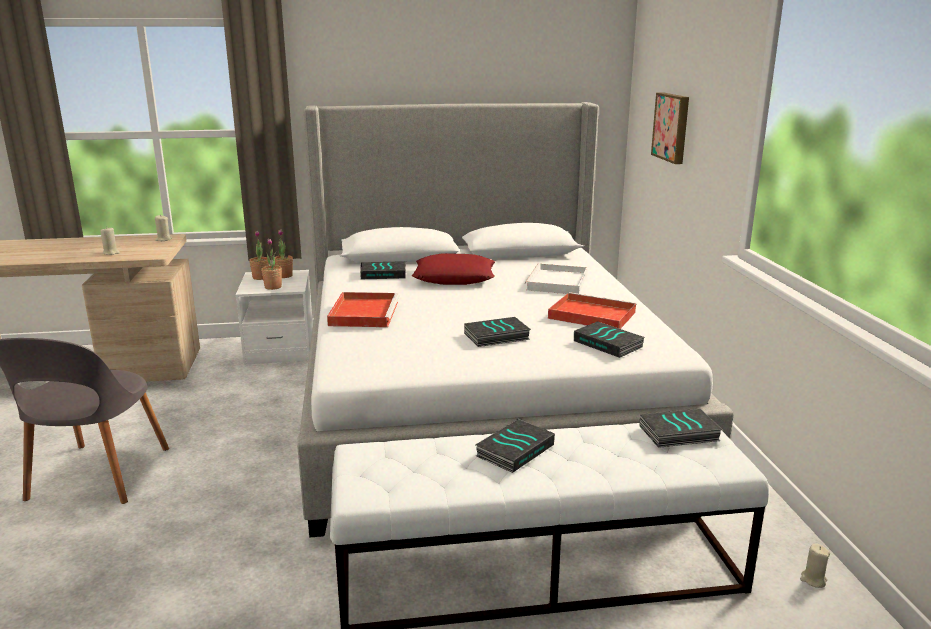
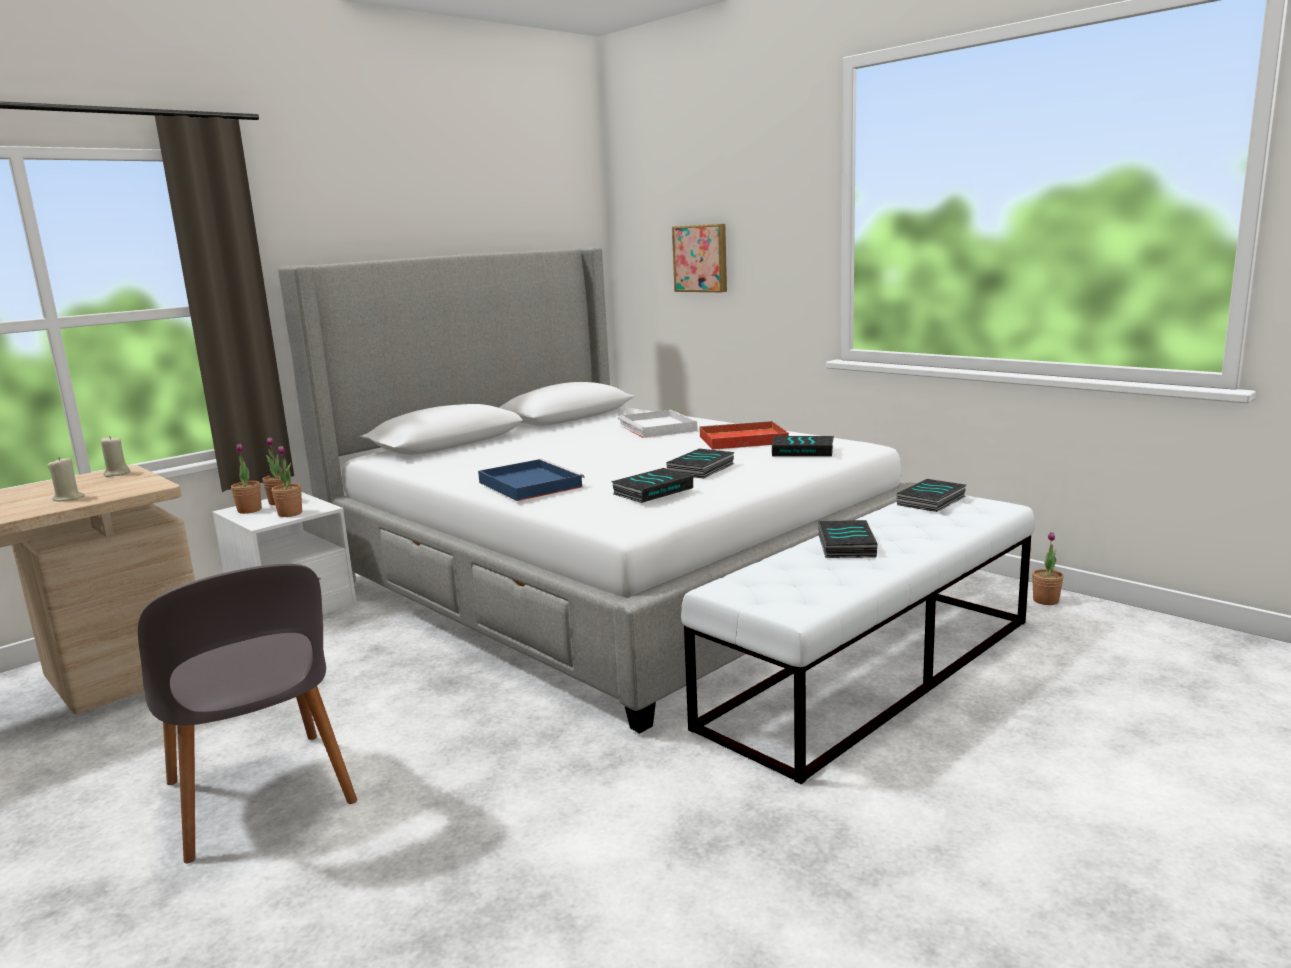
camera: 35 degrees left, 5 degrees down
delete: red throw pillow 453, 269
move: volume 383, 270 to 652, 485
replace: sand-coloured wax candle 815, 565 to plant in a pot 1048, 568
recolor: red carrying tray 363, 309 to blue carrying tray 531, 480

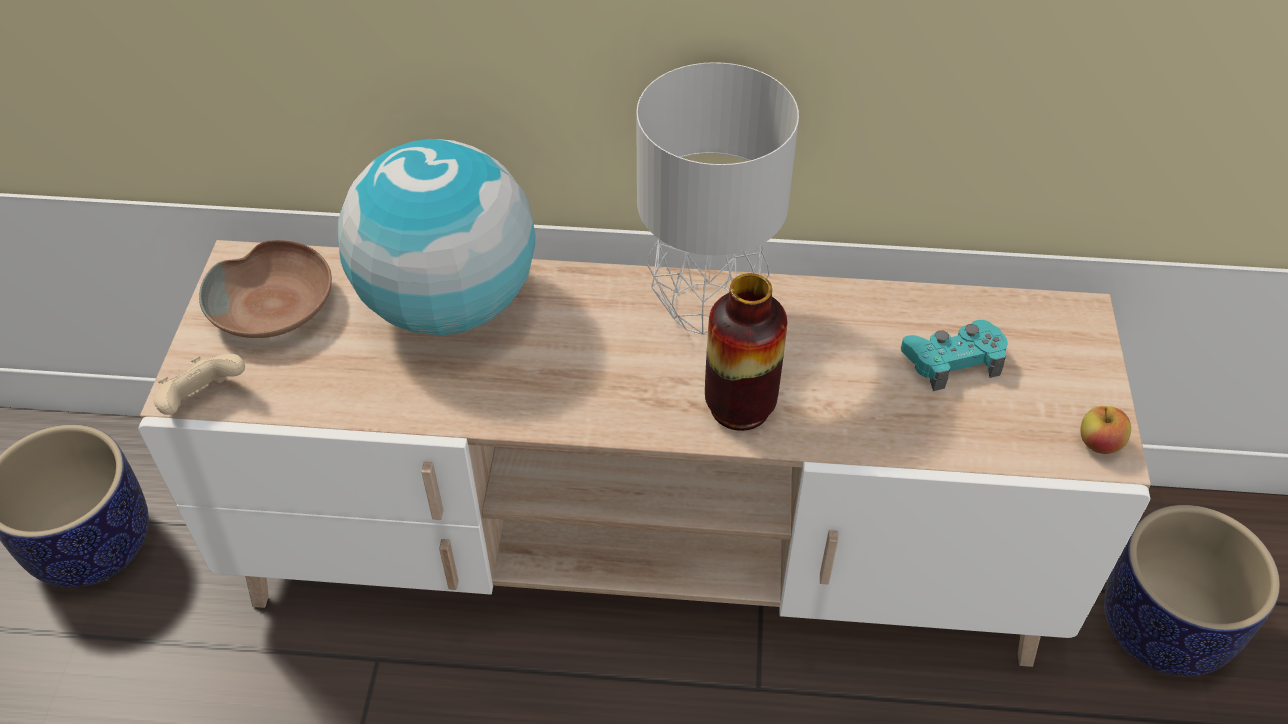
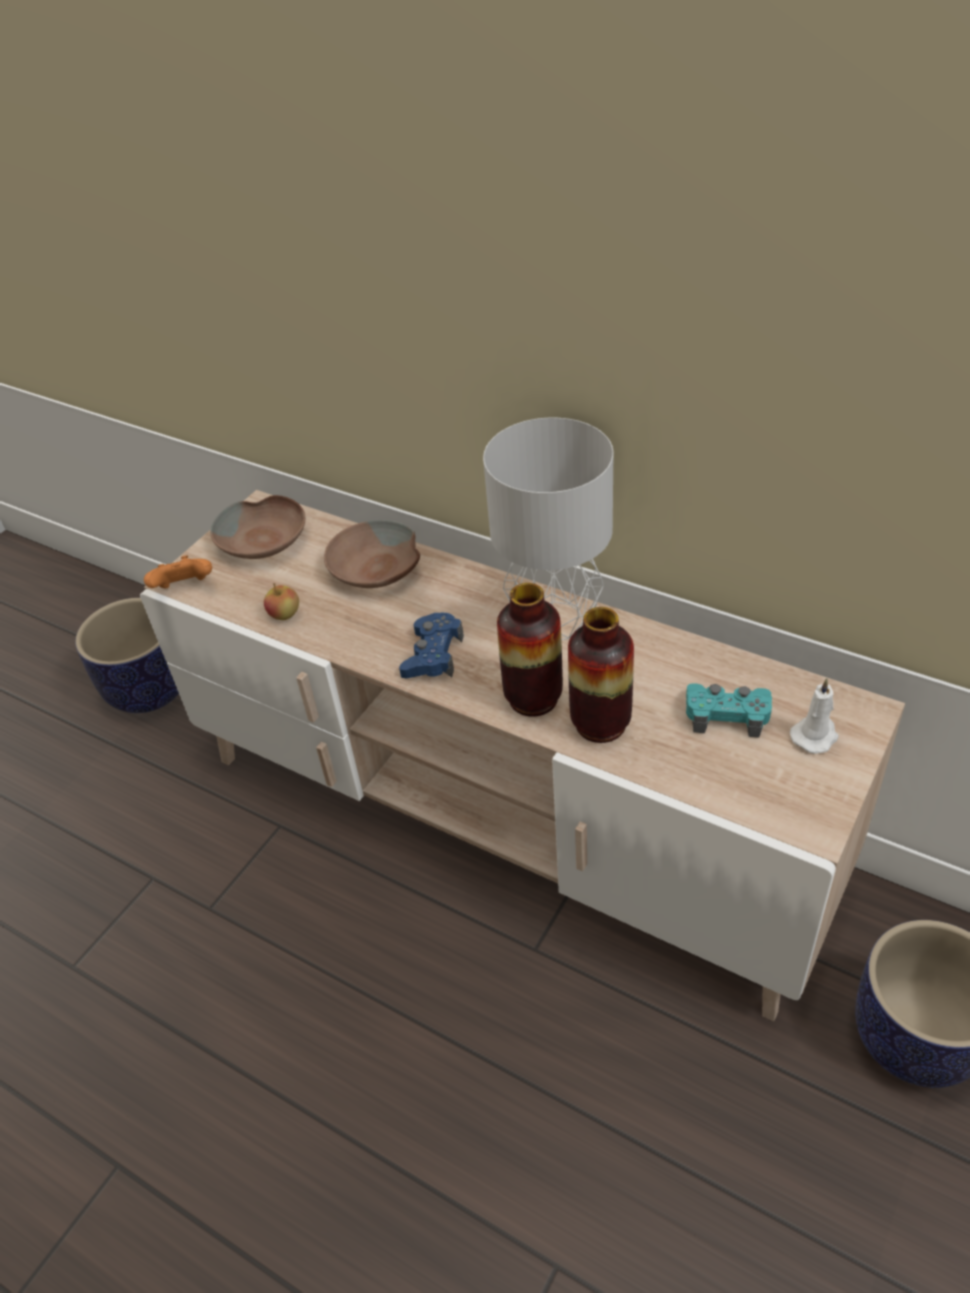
camera: 30 degrees right, 5 degrees down
insert: vase 601, 675; blue game controller 431, 645; white-coloured wax candle 814, 716
move: apple fruit 1105, 430 to 281, 601
replace: world globe 436, 237 to brown-coloured serving bowl 372, 554
recolor: sand-coloured game controller 199, 384 to orangey game controller 178, 572

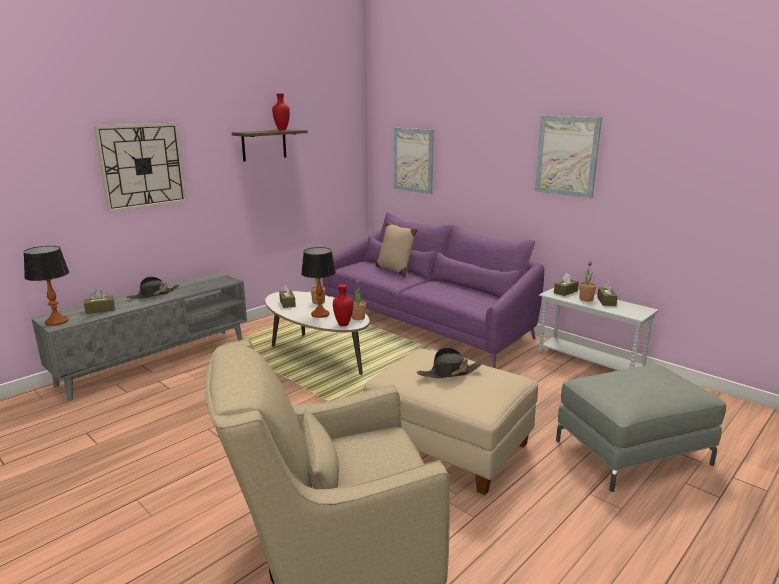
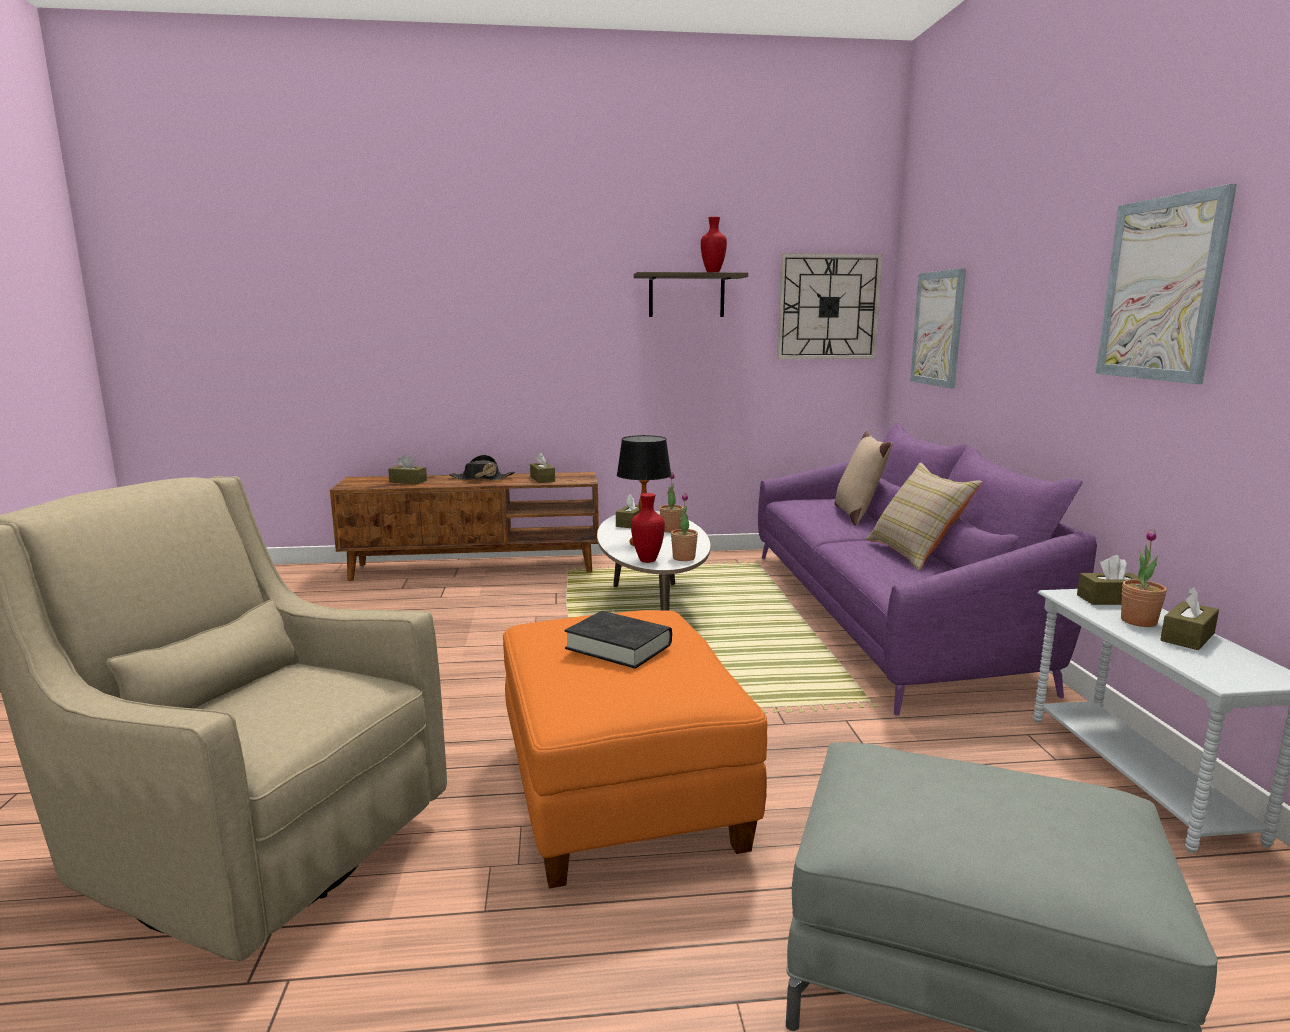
camera: 40 degrees right, 5 degrees down
delete: lamp for a table 46, 286
insert: brown-coloured tissue box 542, 467; sand-coloured throw pillow 924, 516
move: clock on the wall 140, 168 to 830, 306
replace: black-coloured clothing hat 449, 363 to black-coloured volume 618, 640
recolor: greyish tv stand 139, 337 to brown-coloured tv stand 464, 526; sand-coloured pouffe 451, 421 to orangey pouffe 635, 749

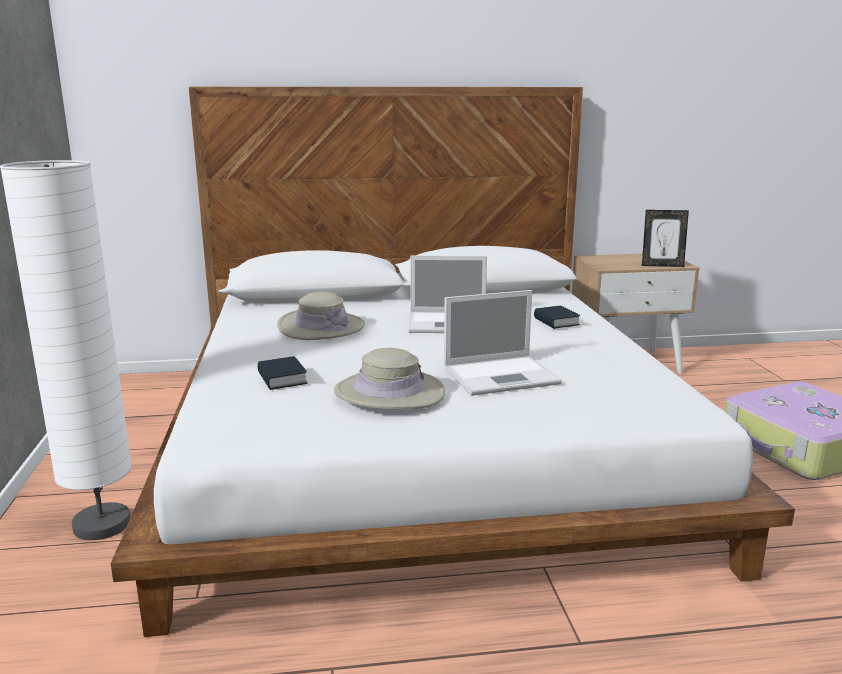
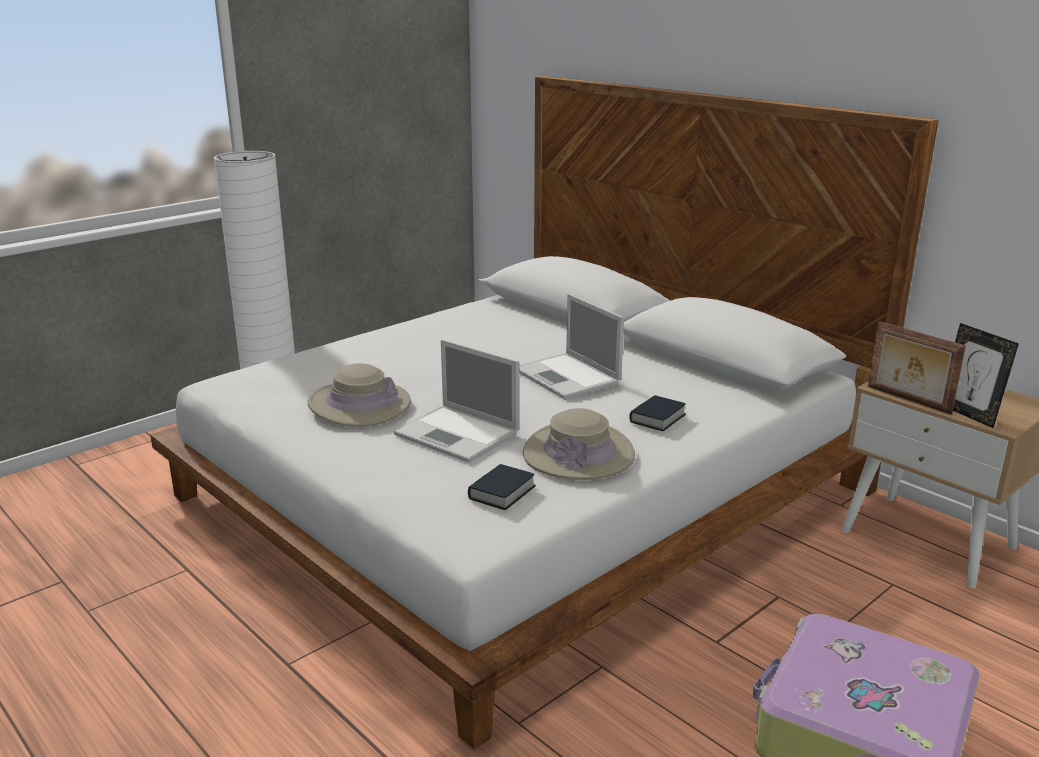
camera: 55 degrees right, 5 degrees up
insert: standing frame 917, 368
move: sand-coloured clothing hat 321, 316 to 579, 444; volume 282, 373 to 502, 487

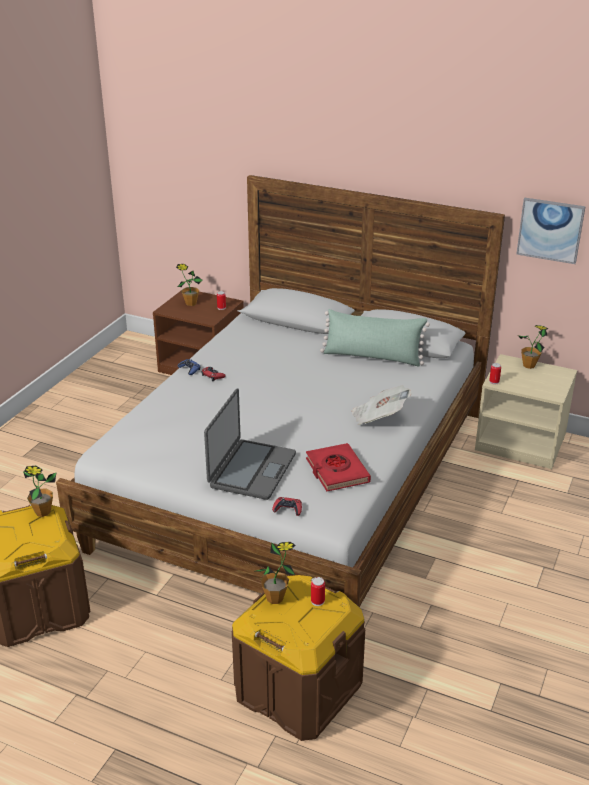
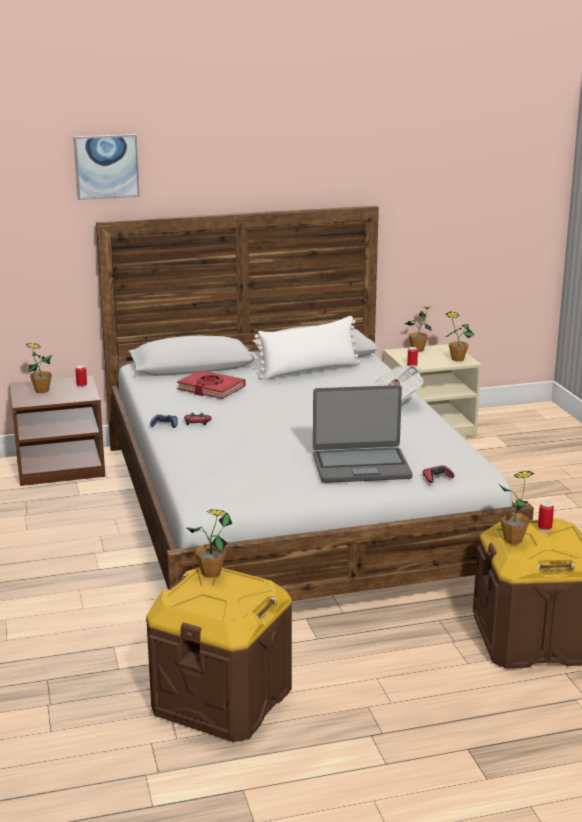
camera: 40 degrees left, 10 degrees down
insert: plant in a pot 460, 337
move: wall picture 551, 231 to 106, 167; red volume 338, 467 to 211, 384
recolor: green-coloured throw pillow 375, 337 to white-coloured throw pillow 307, 348
rotate: portable computer 250, 444 = 363, 434 105 degrees clockwise

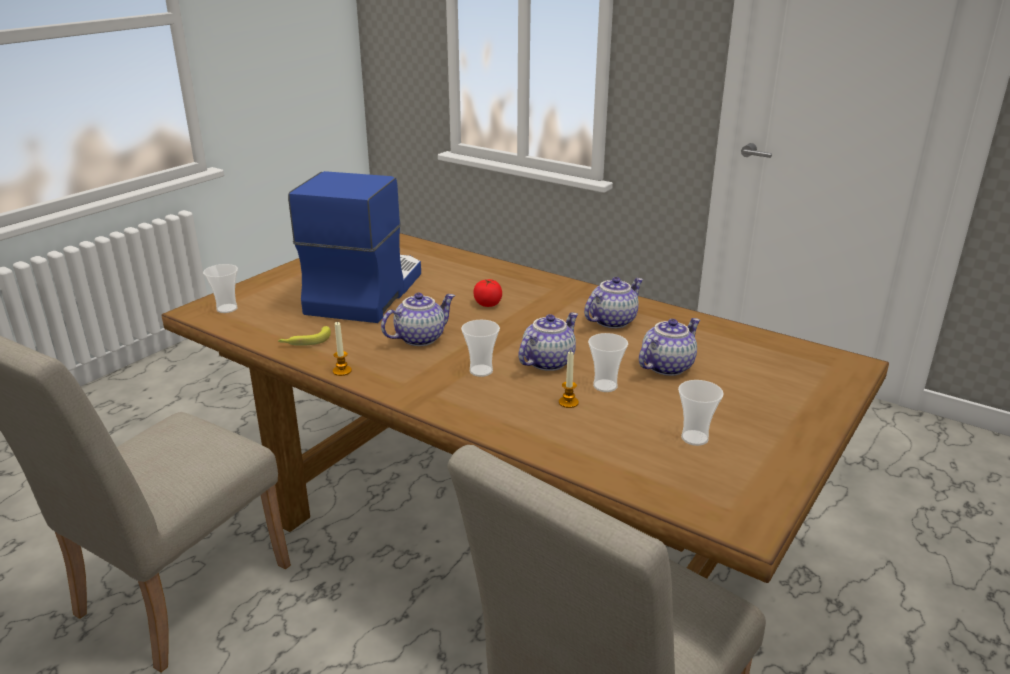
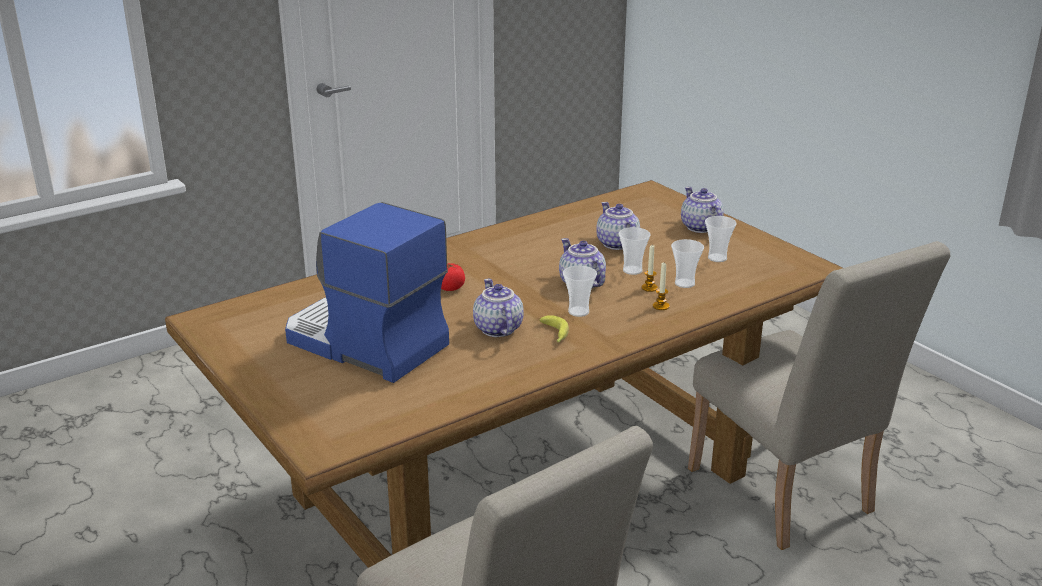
camera: 70 degrees left, 0 degrees up
move: small cup 220, 288 to 687, 263; teapot 613, 302 to 702, 210; wax candle 342, 349 to 661, 286; whole banana 304, 336 to 554, 329

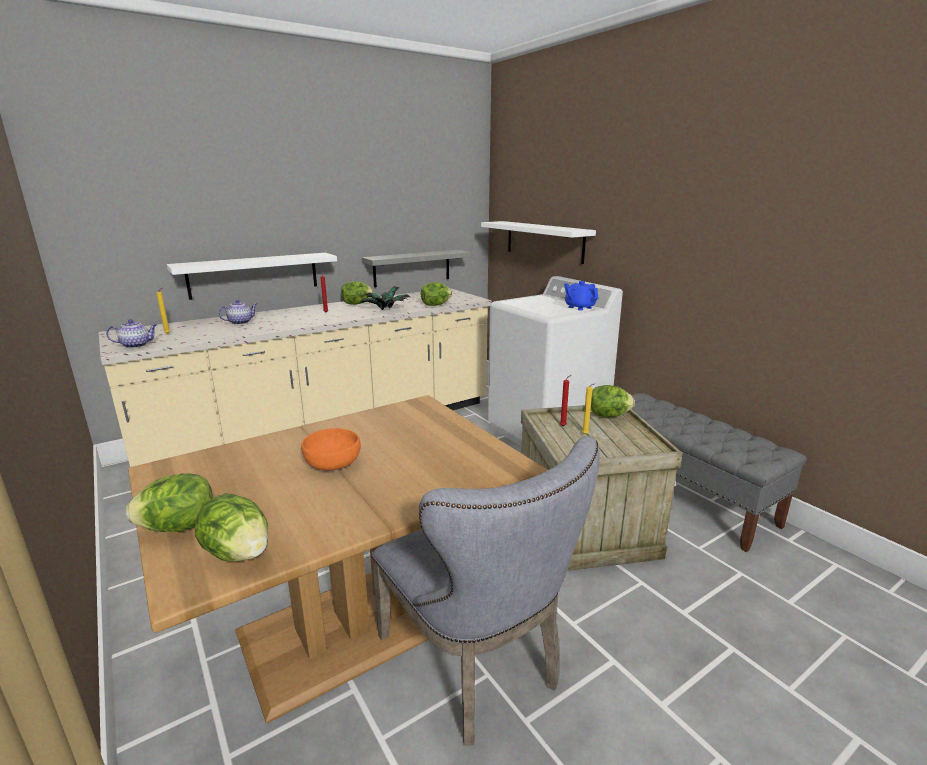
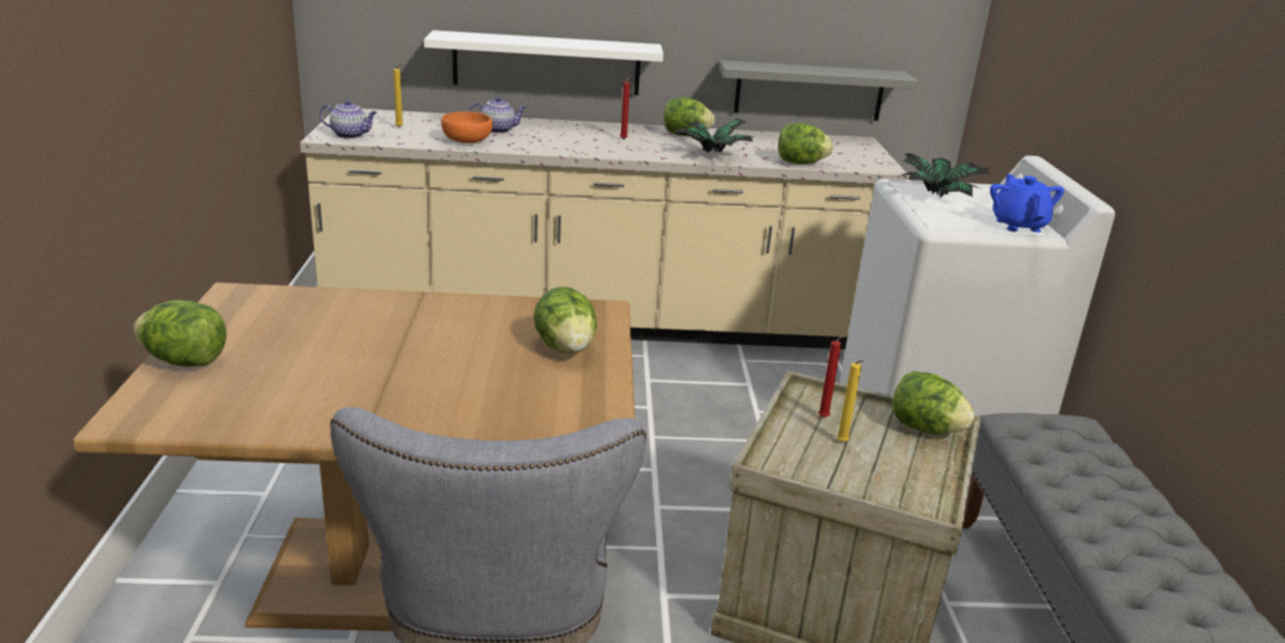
camera: 30 degrees right, 5 degrees up
delete: white-coloured bracket shelf 538, 242
insert: plant in a pot 946, 176
move: orangey serving bowl 331, 449 to 467, 127; lettuce head 231, 527 to 565, 319

